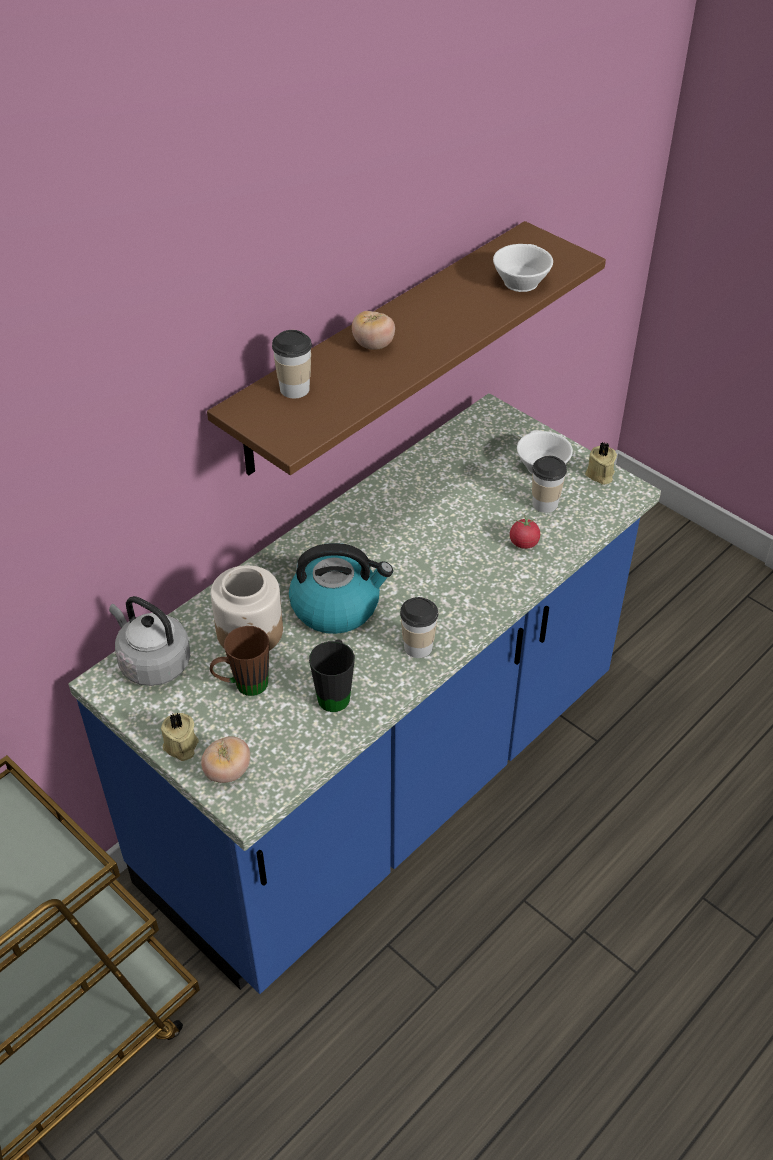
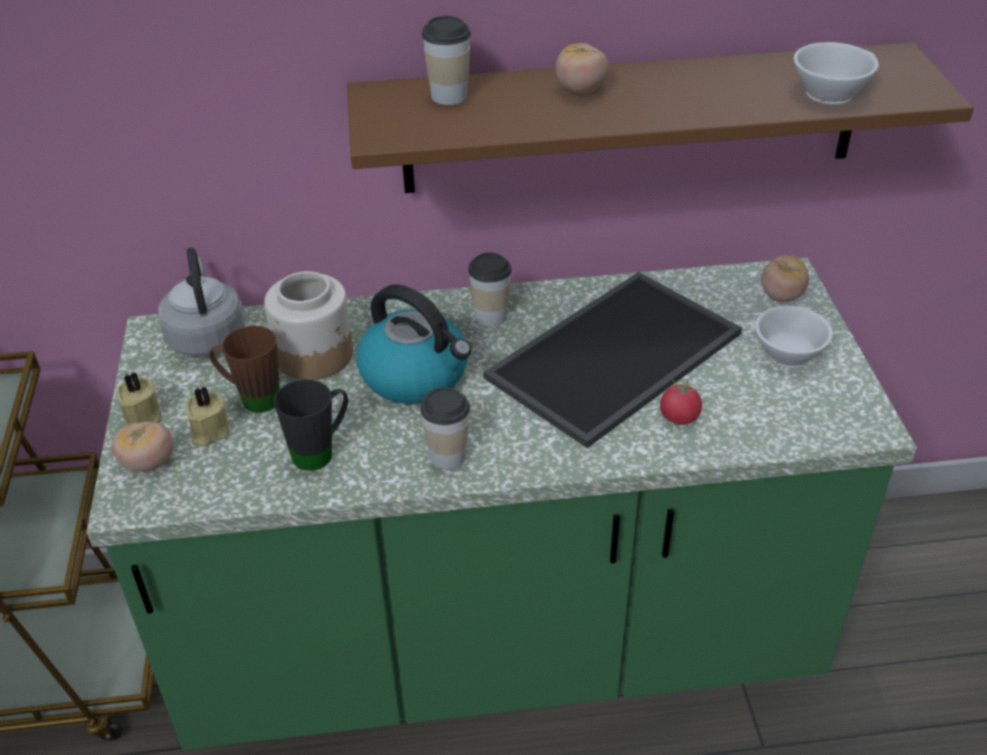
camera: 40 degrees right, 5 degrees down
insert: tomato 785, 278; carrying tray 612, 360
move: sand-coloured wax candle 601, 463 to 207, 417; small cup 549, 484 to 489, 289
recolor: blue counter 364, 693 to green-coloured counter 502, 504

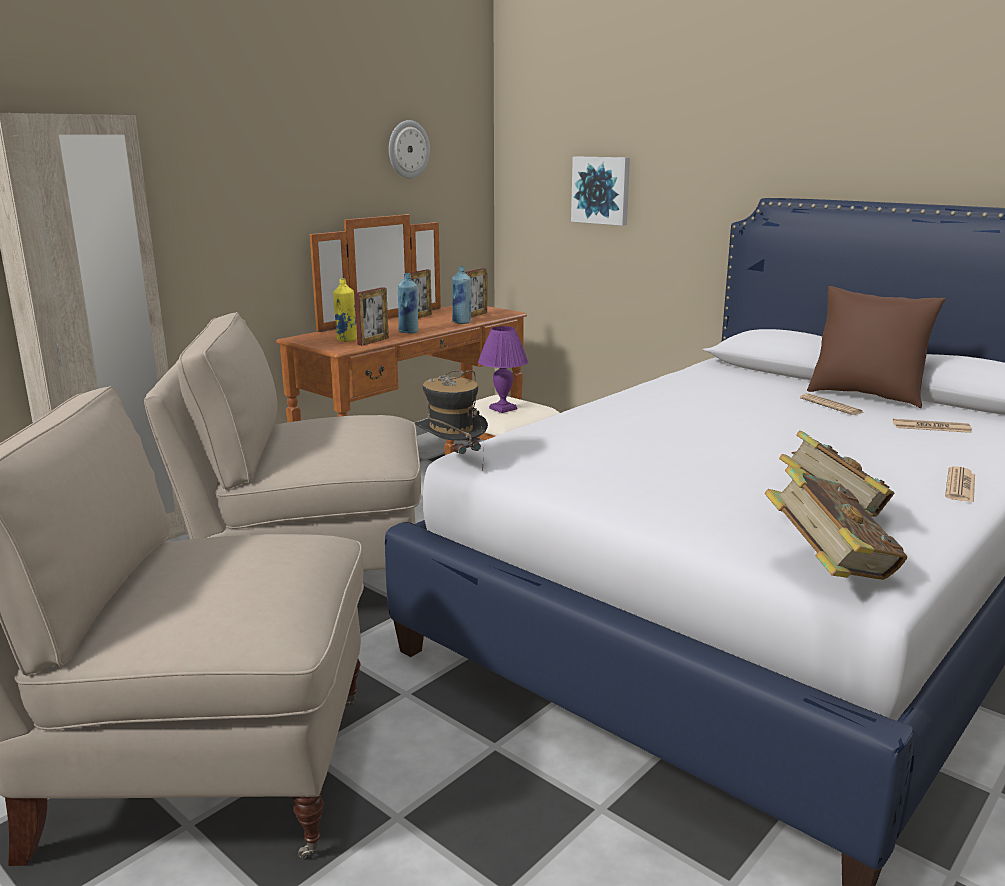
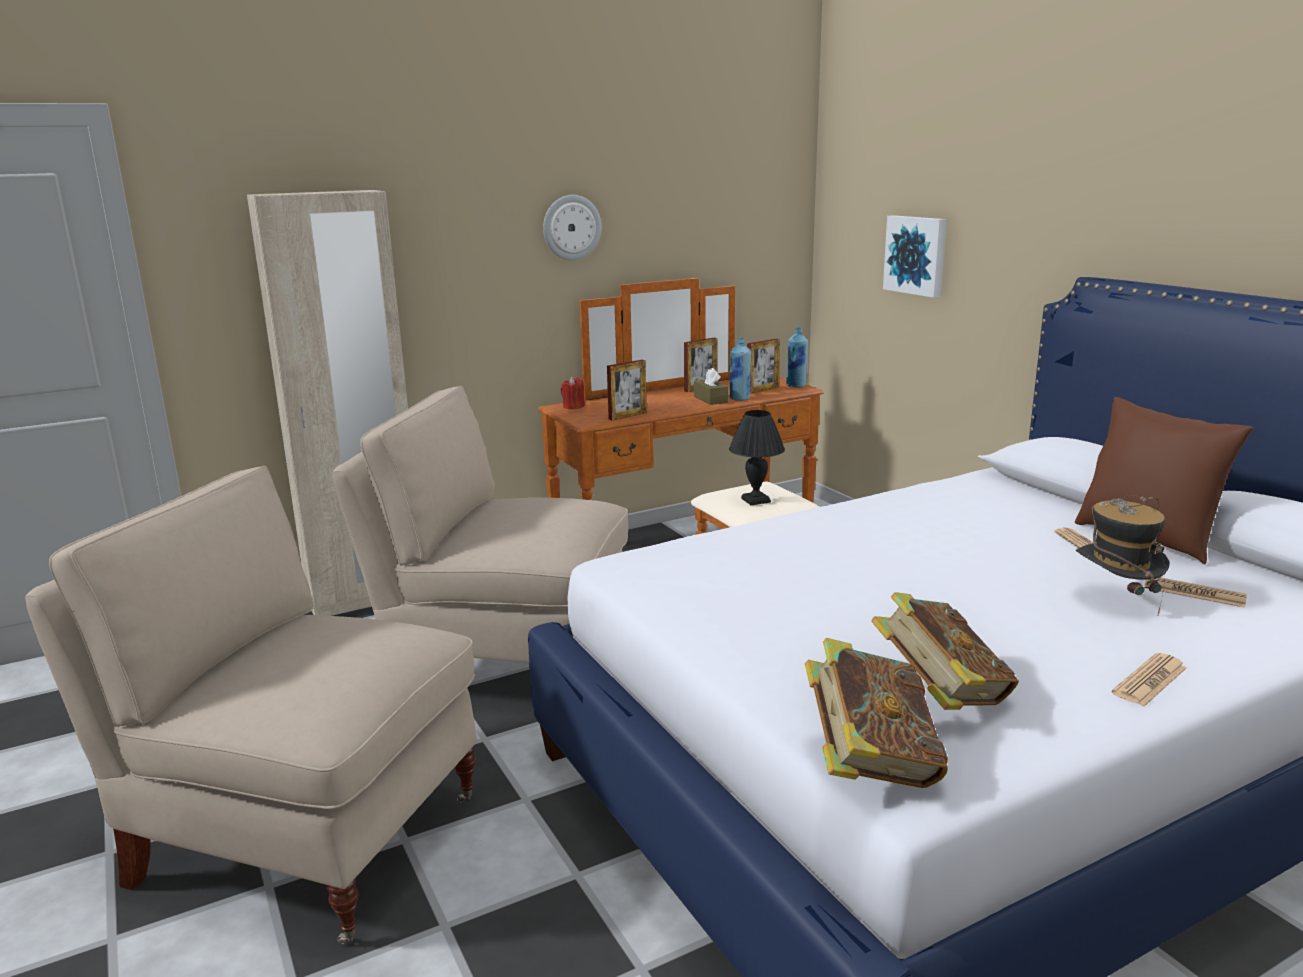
camera: 20 degrees right, 0 degrees up
delete: yellow beverage bottle 345, 310
insert: brown-coloured tissue box 711, 386; red wax candle 573, 392
move: clock on the wall 409, 149 to 572, 227; blue beverage bottle 408, 303 to 797, 358; clothing hat 451, 420 to 1123, 555
recolor: purple lamp for a table 503, 369 to black-coloured lamp for a table 757, 457

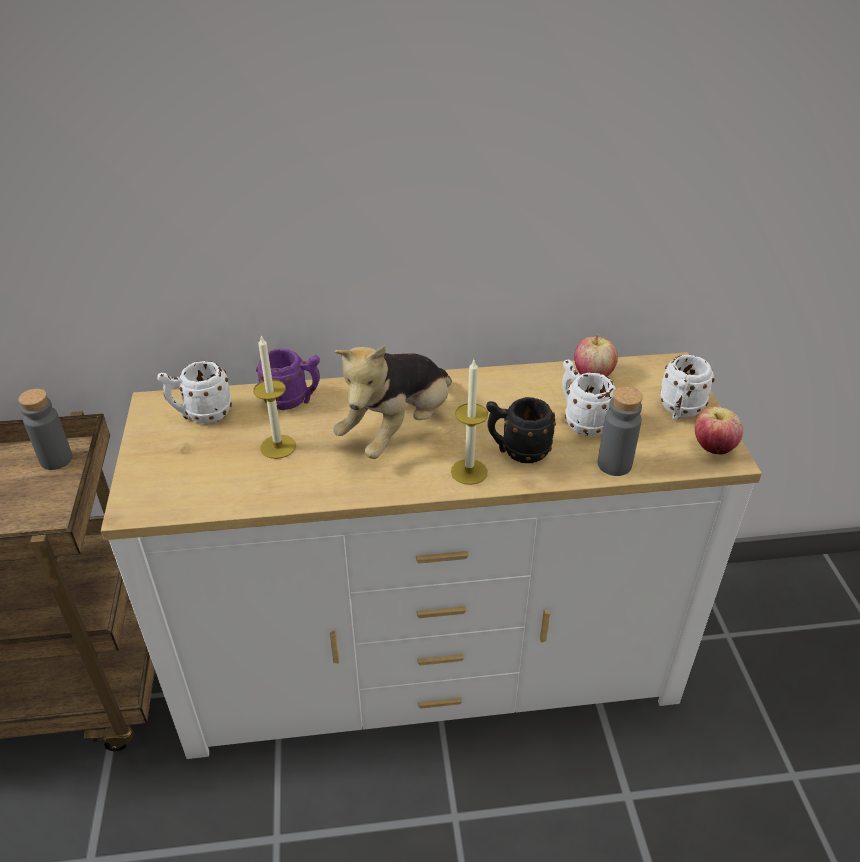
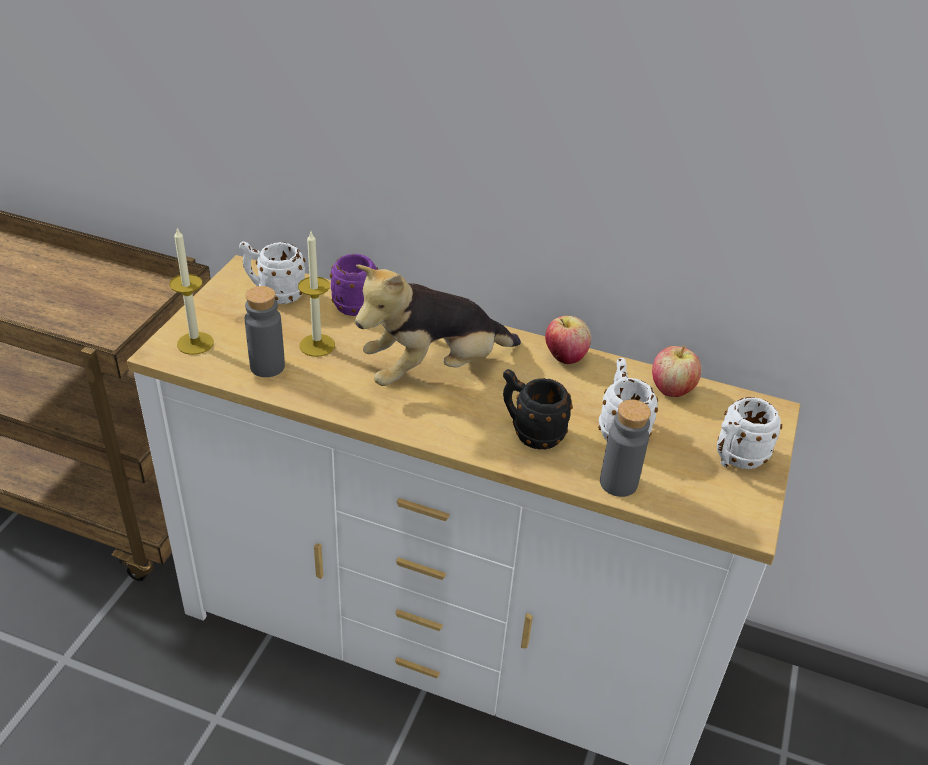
camera: 25 degrees right, 0 degrees up
move: wax candle 469, 422 to 191, 291; greyish beverage bottle 45, 429 to 265, 331; apple fruit 719, 430 to 568, 340

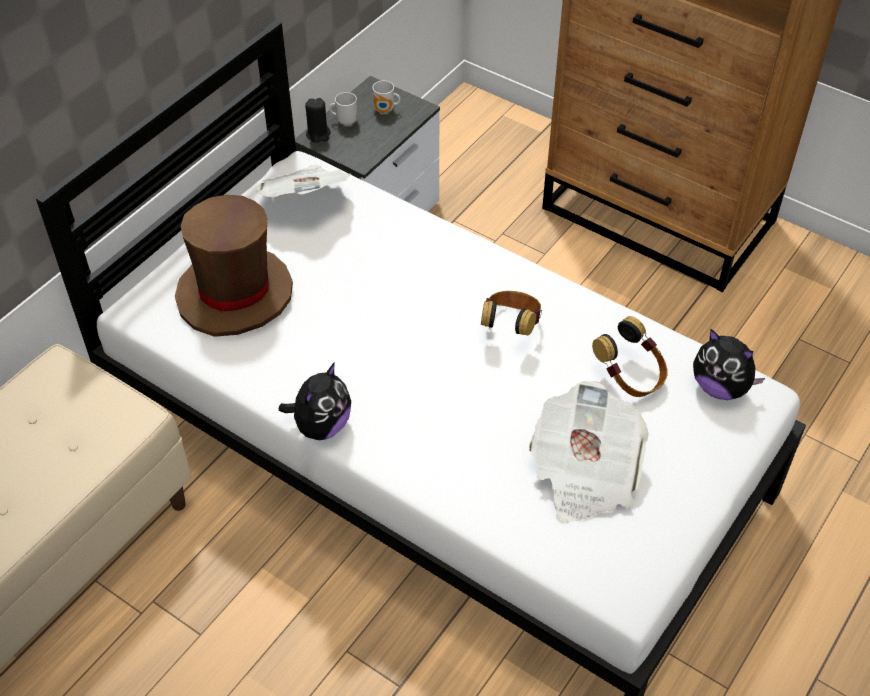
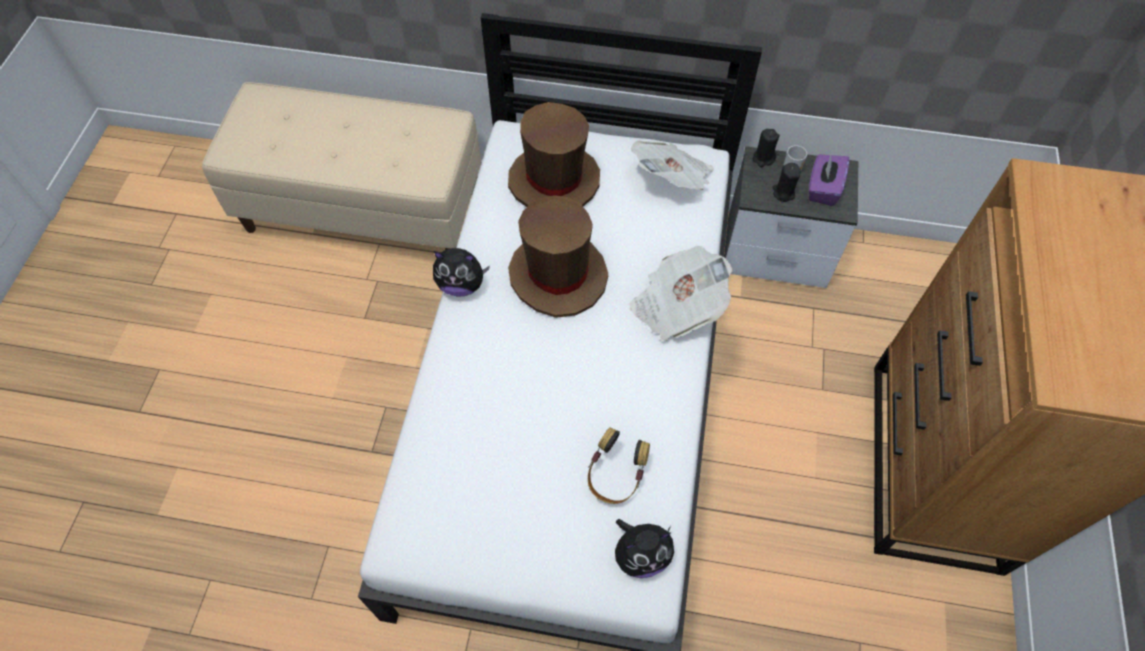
camera: 65 degrees right, 10 degrees up
delete: pair of headphones 511, 313
insert: black-coloured wax candle 786, 182; brown-coloured clothing hat 558, 256
move: newspaper 589, 451 to 681, 294
replace: mug 386, 97 to purple tissue box 829, 180
rotate: cuddly toy 729, 364 = 644, 548 120 degrees counterclockwise

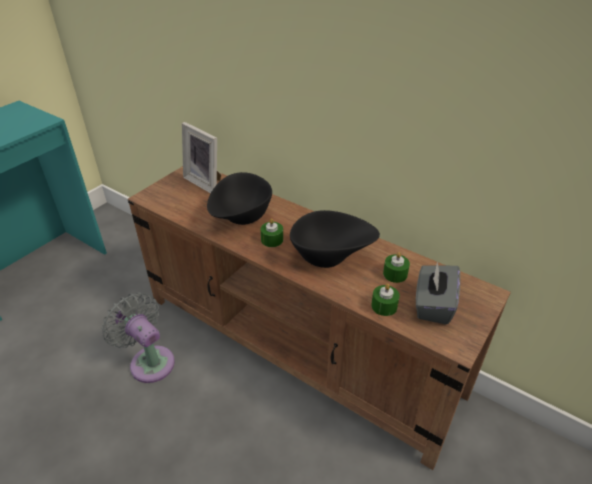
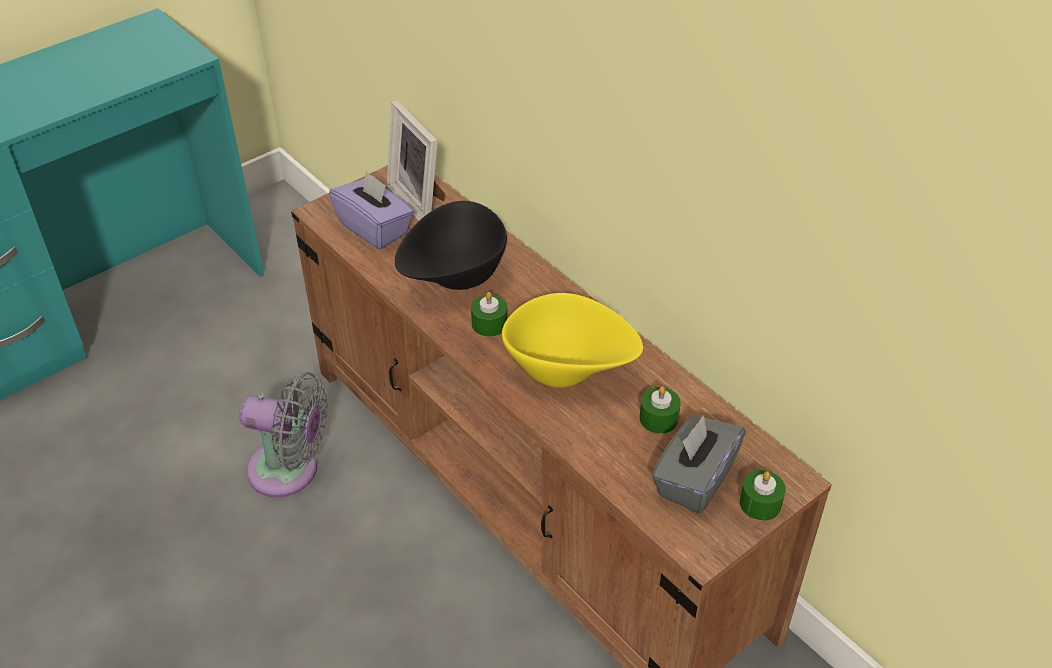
camera: 15 degrees right, 5 degrees up
insert: purple tissue box 371, 210
move: green-coloured wax candle 385, 300 to 763, 495
recolor: black-coloured serving bowl 335, 239 to yellow serving bowl 572, 340
rotate: greyish electric fan 138, 337 = 283, 434 135 degrees clockwise

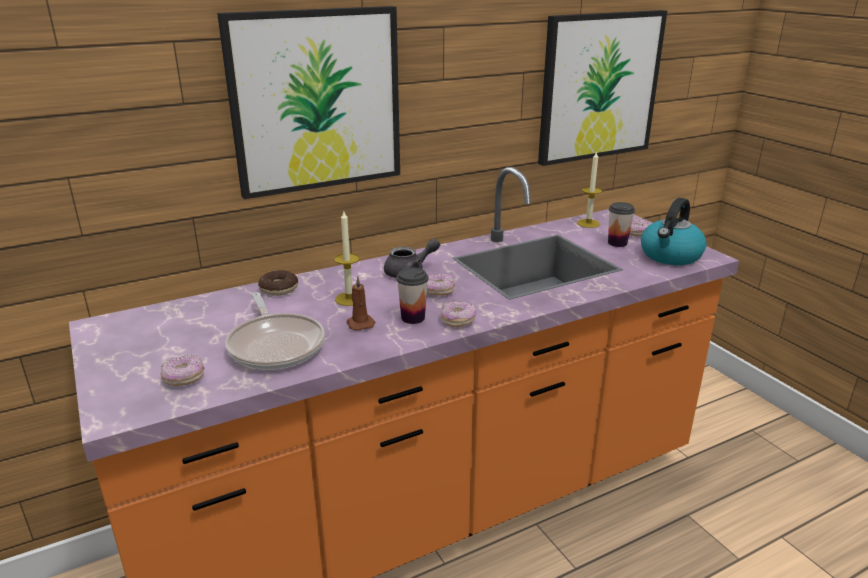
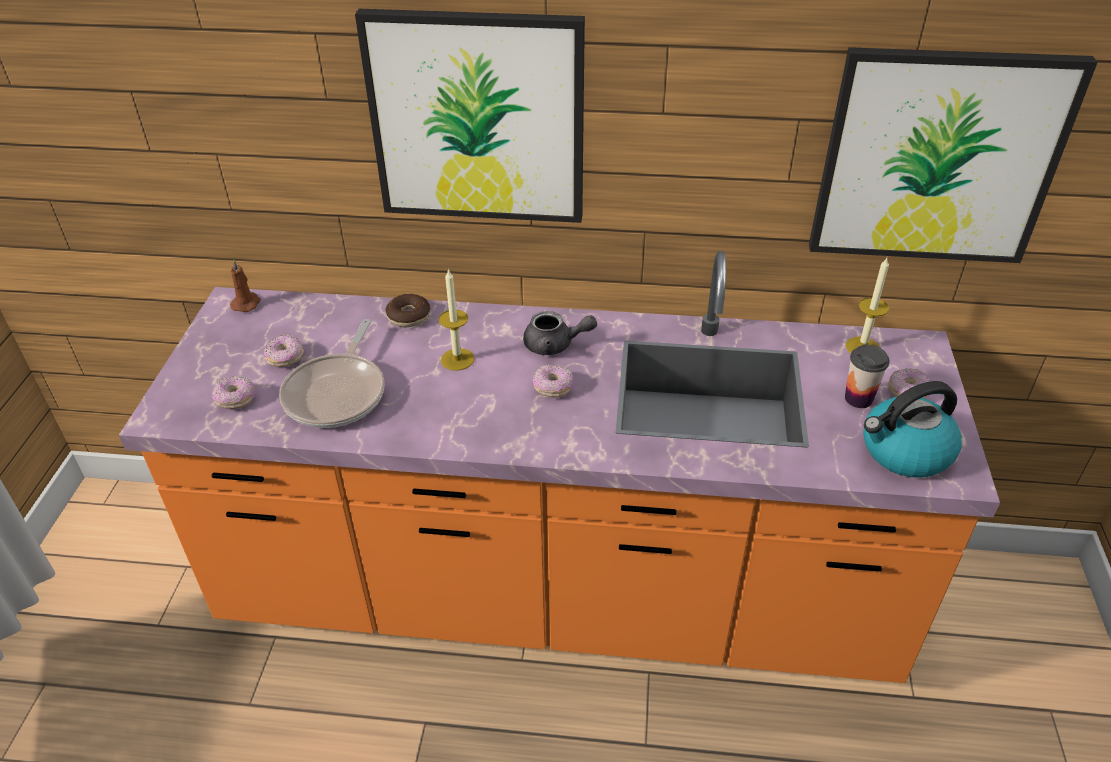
camera: 35 degrees right, 15 degrees up
delete: small cup 412, 296
move: brown-coloured wax candle 361, 303 to 245, 285; donut 458, 313 to 284, 350

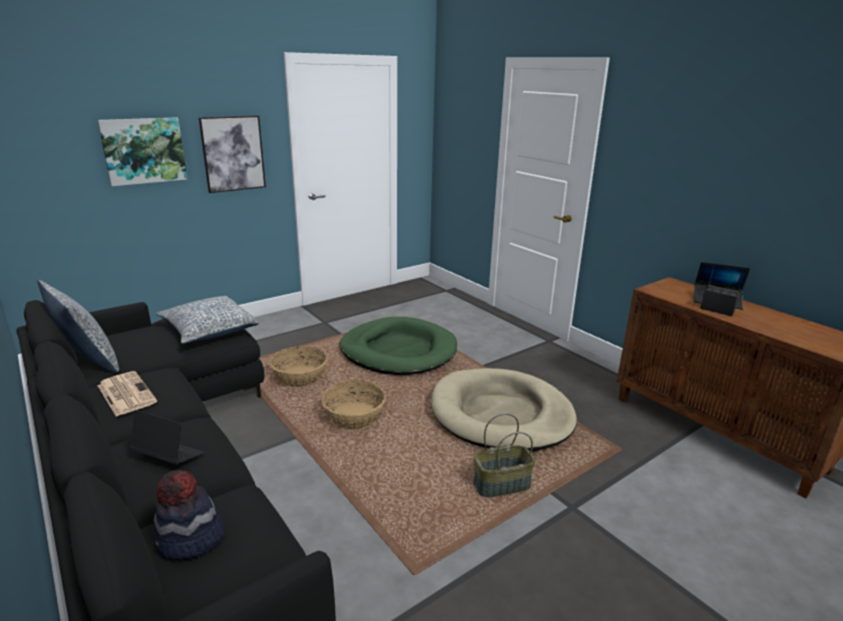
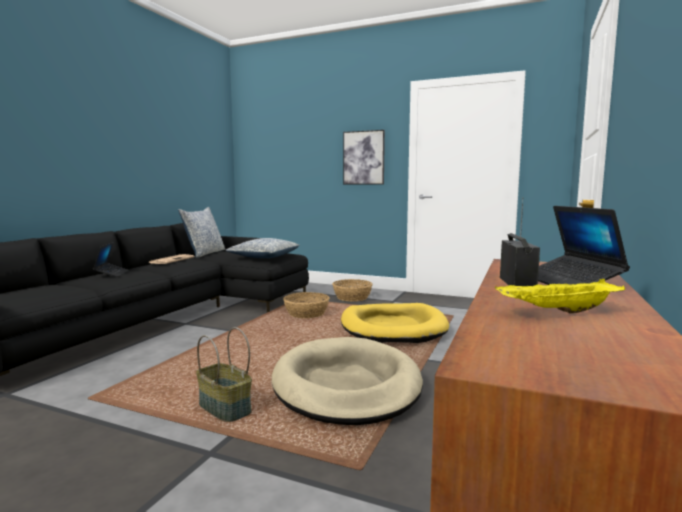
camera: 60 degrees right, 15 degrees down
delete: wall picture 142, 151; clothing hat 189, 515
insert: yellow carrying tray 560, 296
move: basket 353, 405 to 352, 290
recolor: green-coloured dog bed 398, 346 to yellow dog bed 395, 323

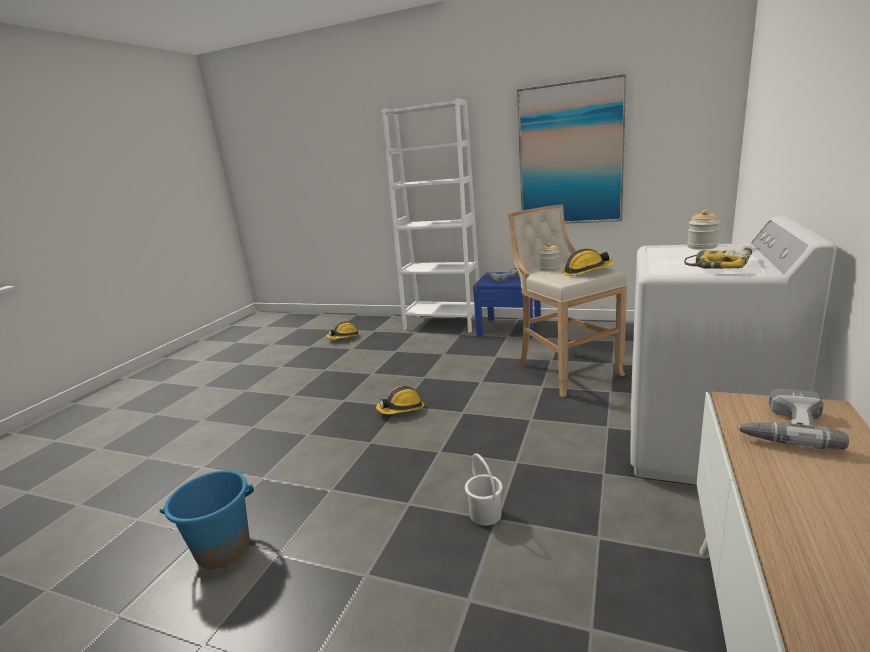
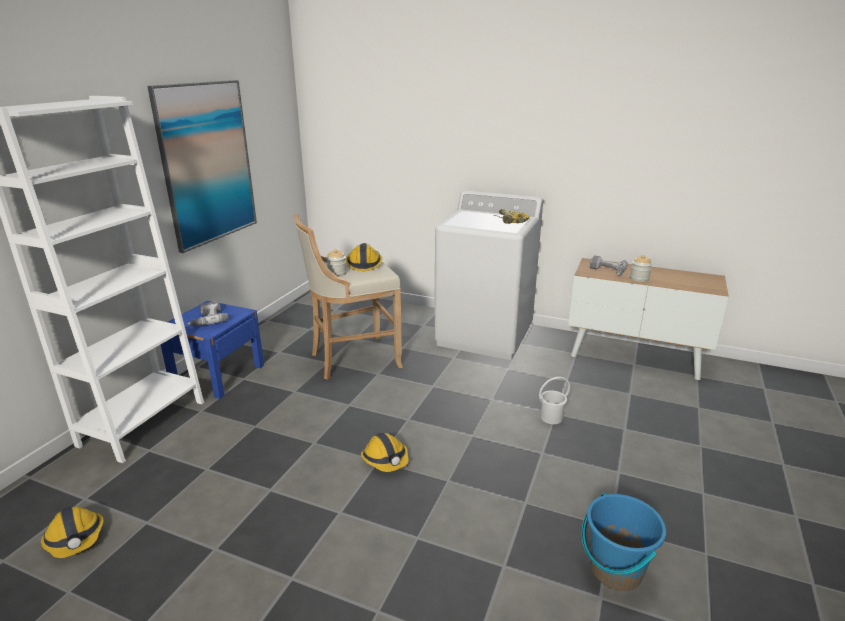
camera: 90 degrees left, 5 degrees up
move: preserve jar 703, 230 to 641, 268

